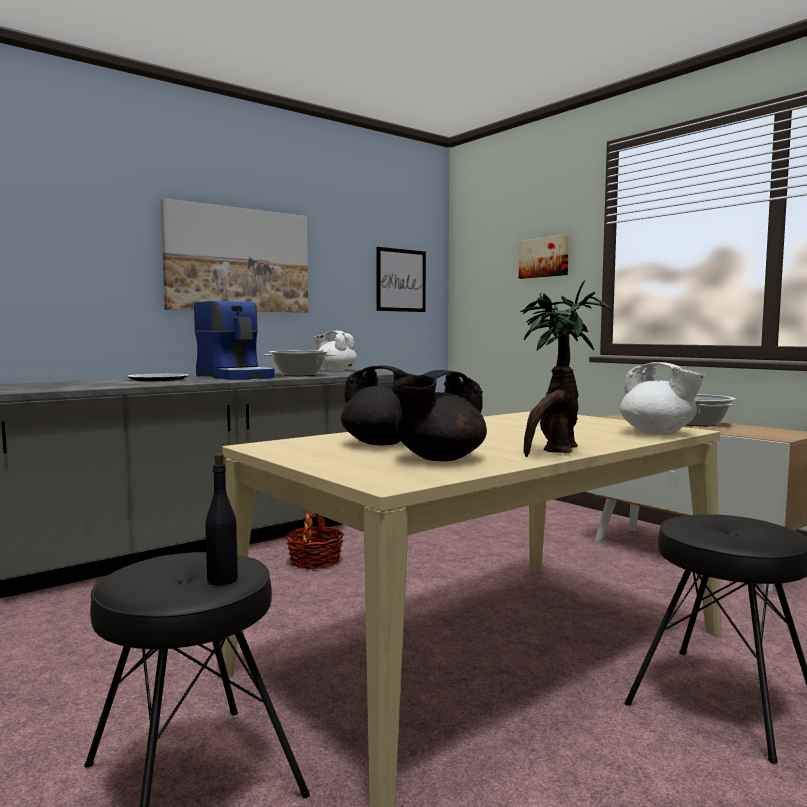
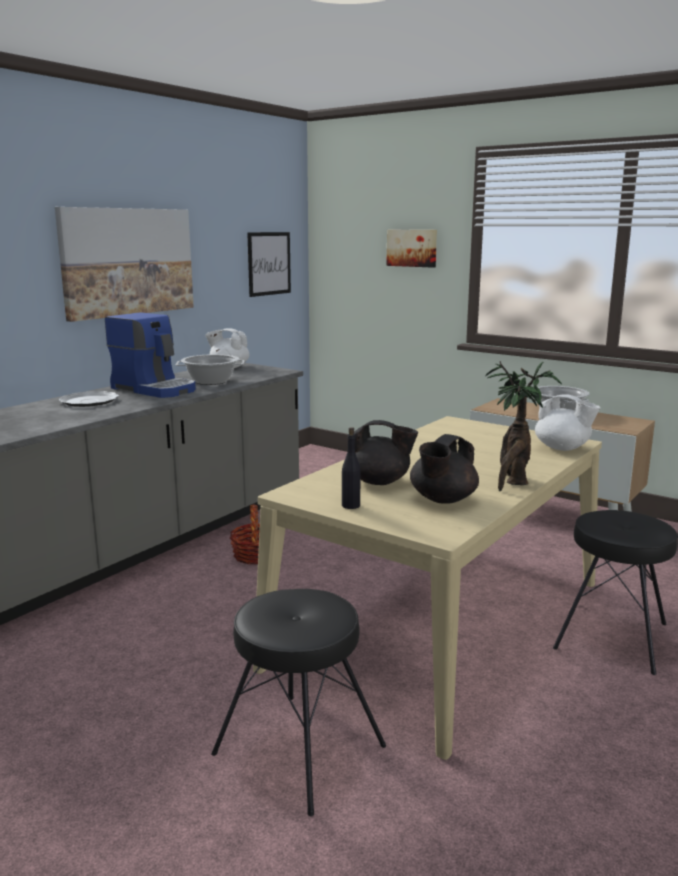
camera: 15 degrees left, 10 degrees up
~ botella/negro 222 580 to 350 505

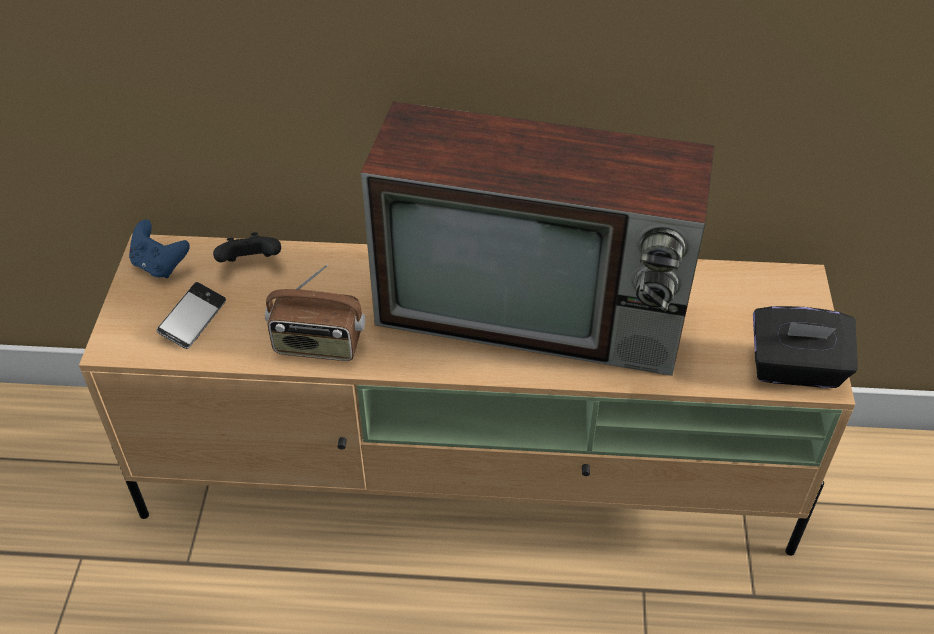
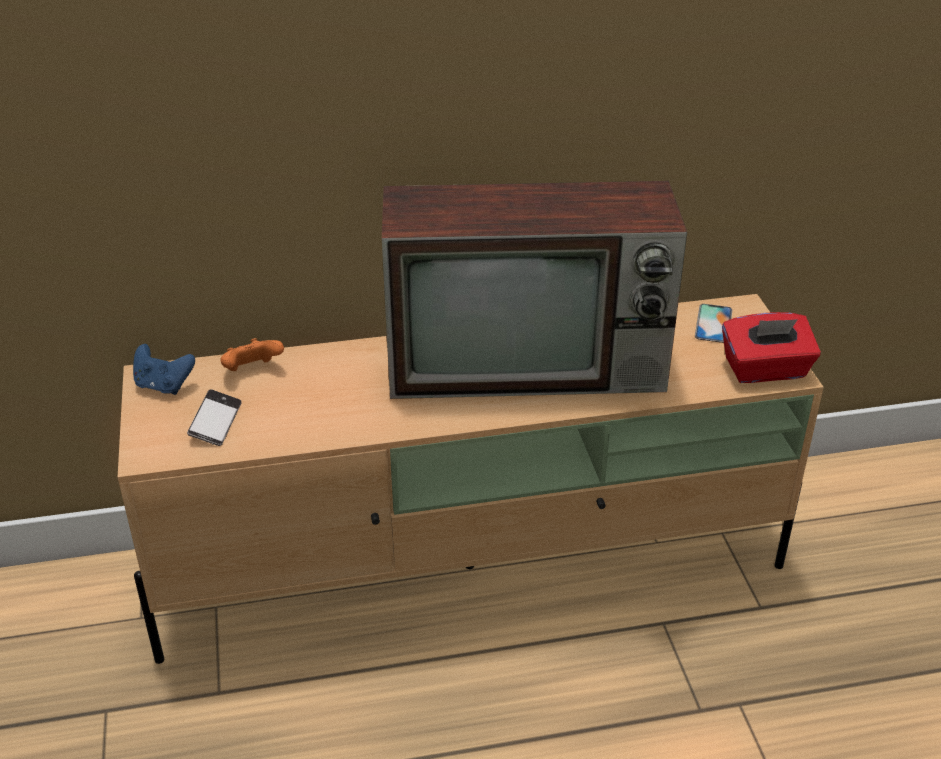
camera: 15 degrees left, 10 degrees down
~ mando de consola/negro 251 264 to mando de consola/naranja 252 371
+ móvil 713 323
~ caja de pañuelos/negro 795 369 to caja de pañuelos/rojo 765 370
- radio 318 345

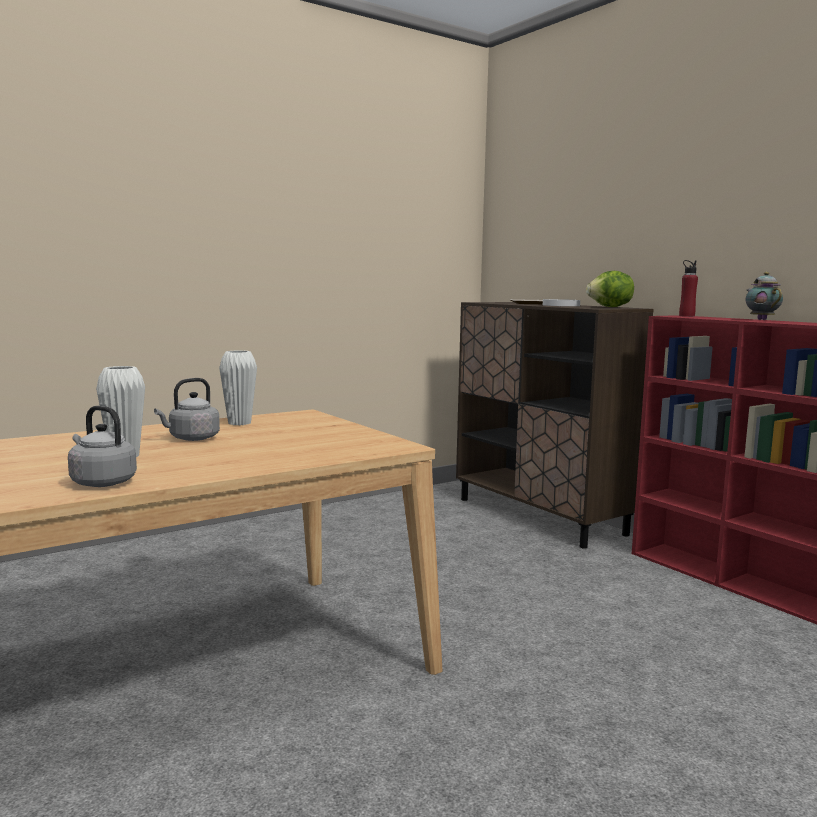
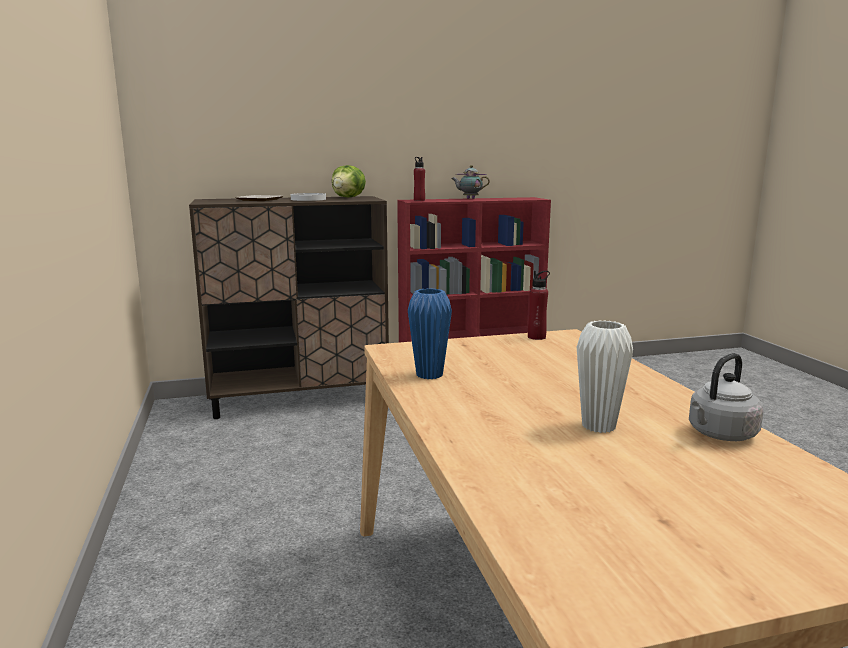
camera: 70 degrees left, 5 degrees up
~ florero/blanco 239 423 to florero/azul 429 375
+ botella/rojo 536 337
- hervidor/gris 191 438

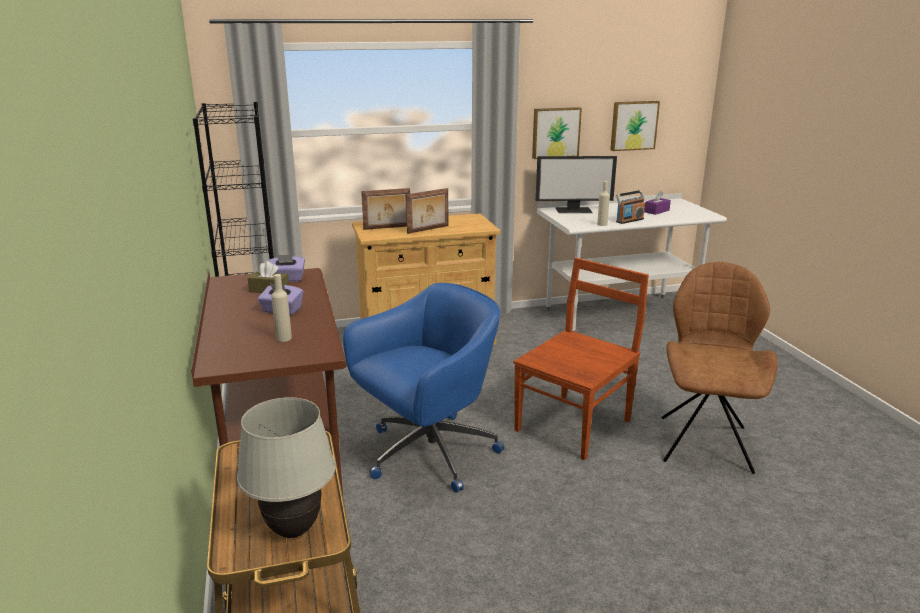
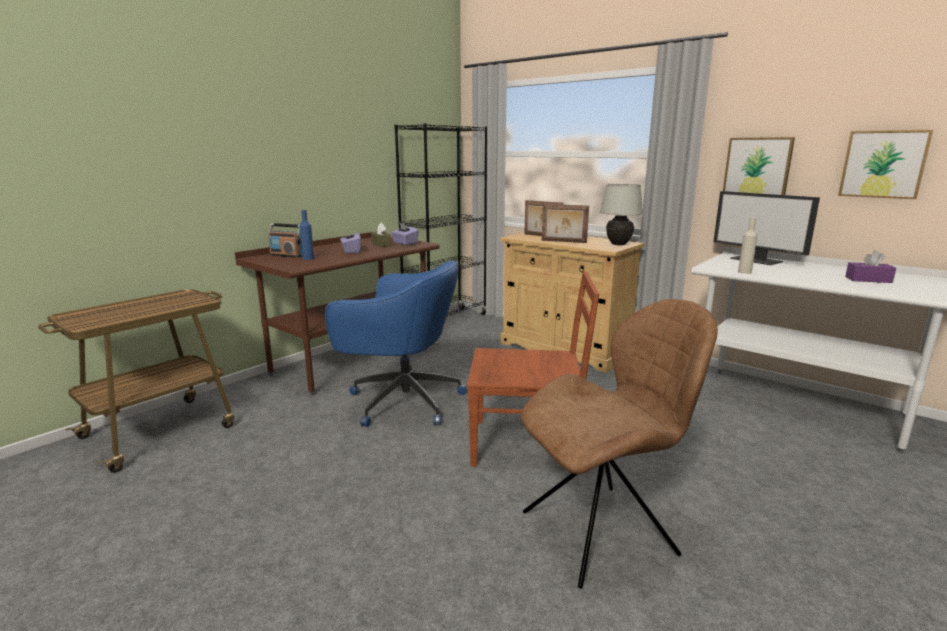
camera: 55 degrees right, 5 degrees down
~ radio 629 220 to 286 255
~ botella/beis 284 338 to botella/azul 308 258
~ lámpara de mesa/blanco 293 530 to 618 245

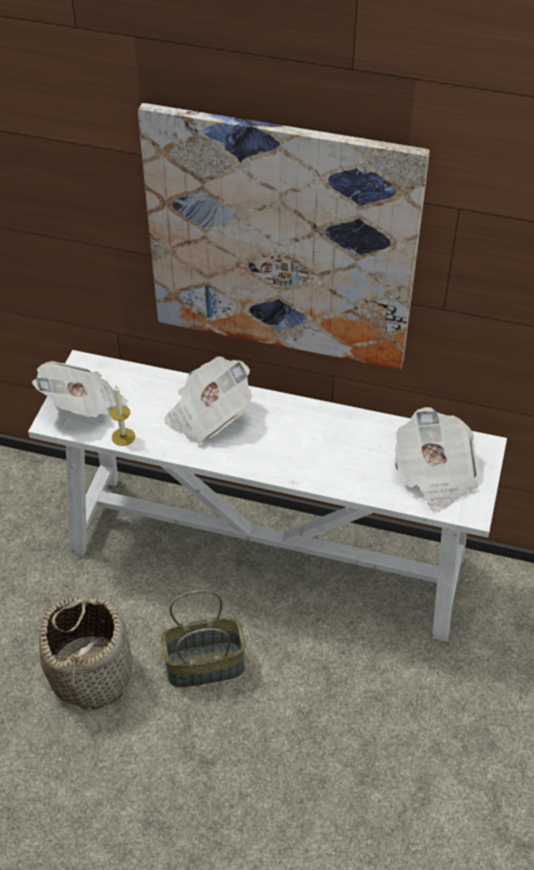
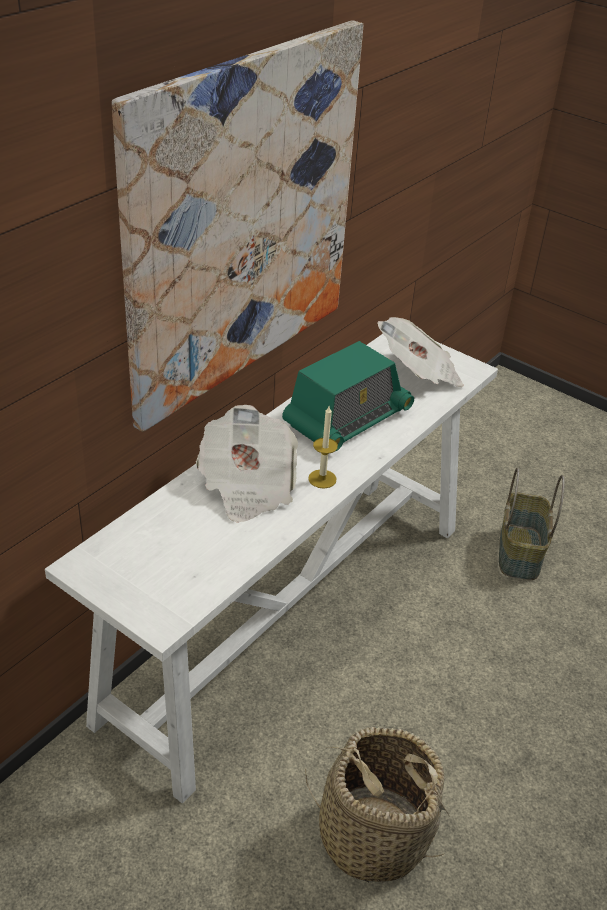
camera: 70 degrees left, 10 degrees down
+ radio 347 418
~ vela 123 437 to 322 479
~ cesta 205 664 to 518 551
- periódico 83 405

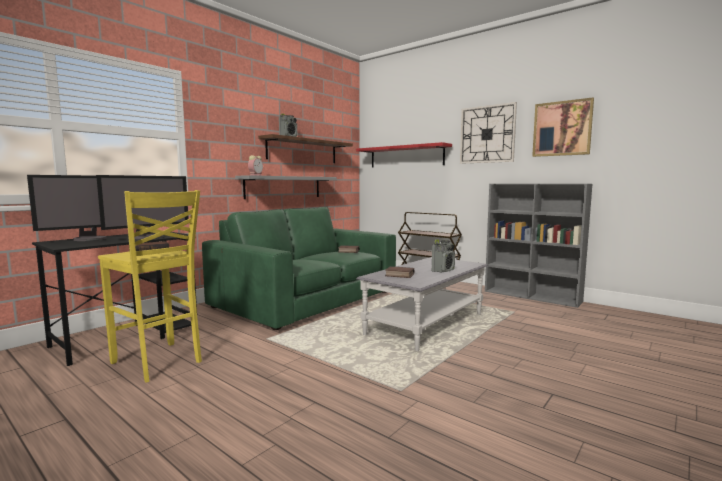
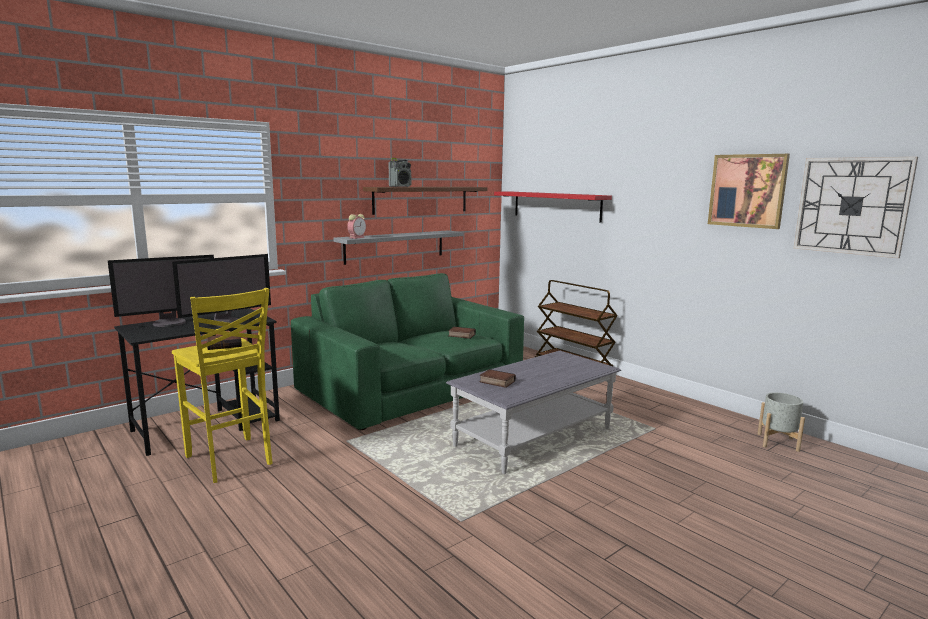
camera: 10 degrees right, 5 degrees up
+ maceta/gris 778 442
~ reloj de pared 487 134 to 851 206
- radio 443 270
- estantería/gris 532 296

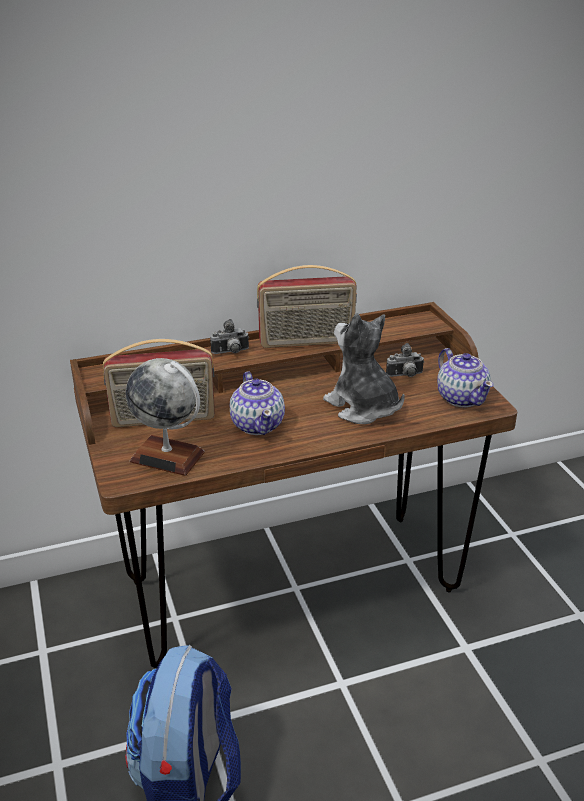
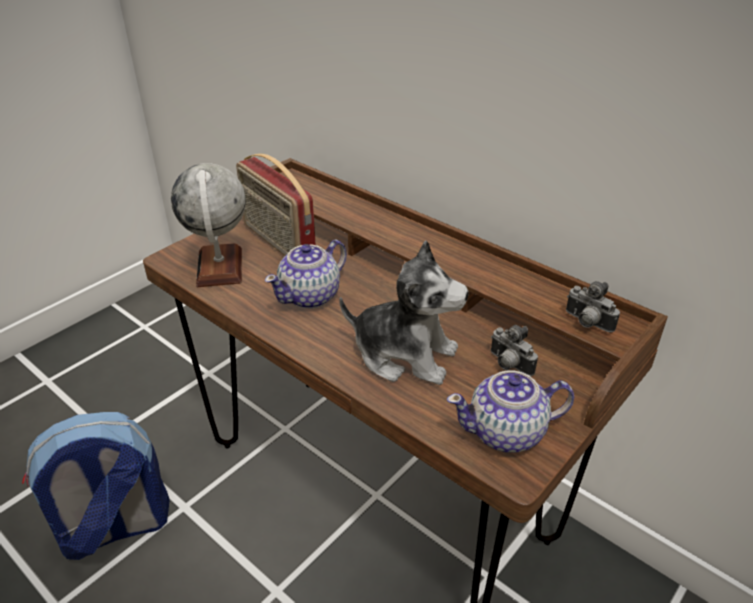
camera: 60 degrees right, 5 degrees up
~ peluche 363 407 = 405 354 90 degrees clockwise
~ tetera 461 397 = 507 433 45 degrees clockwise
~ cámara 230 352 to 586 323
- radio 306 342

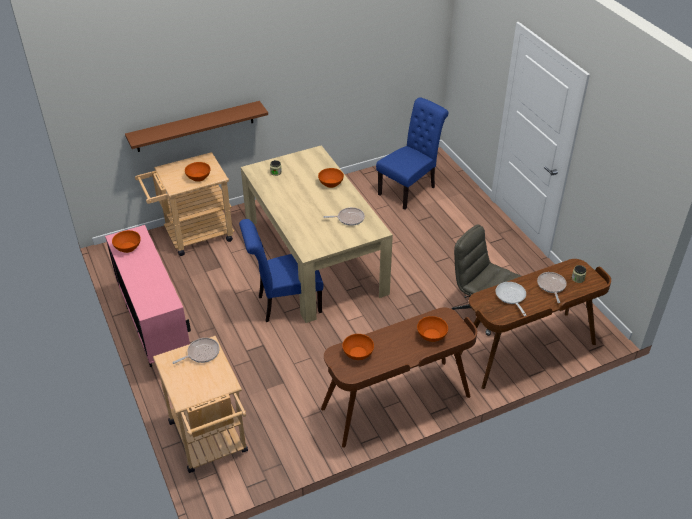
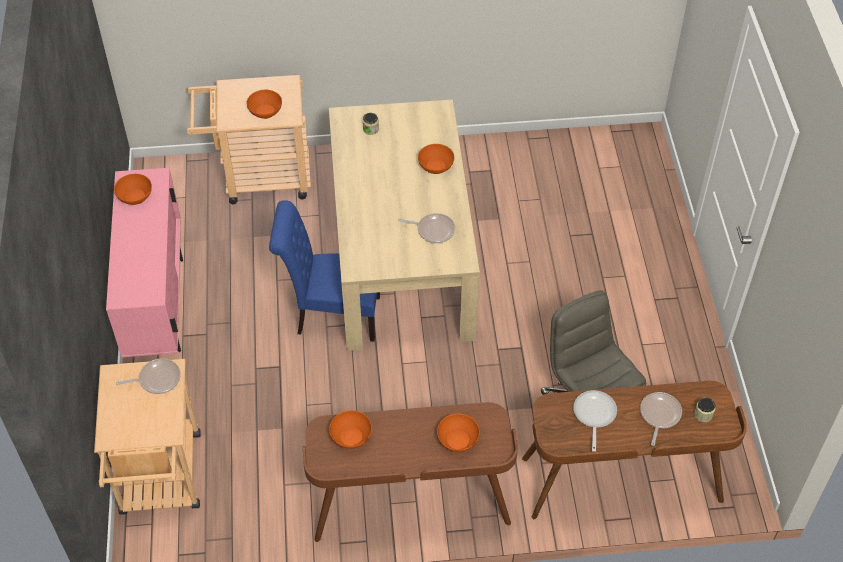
camera: 20 degrees right, 10 degrees up
- estante/marrón 195 126
- silla/azul 409 189

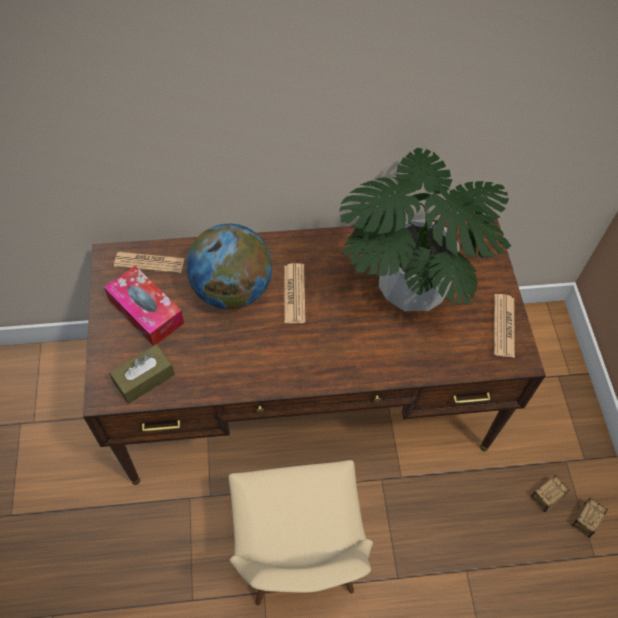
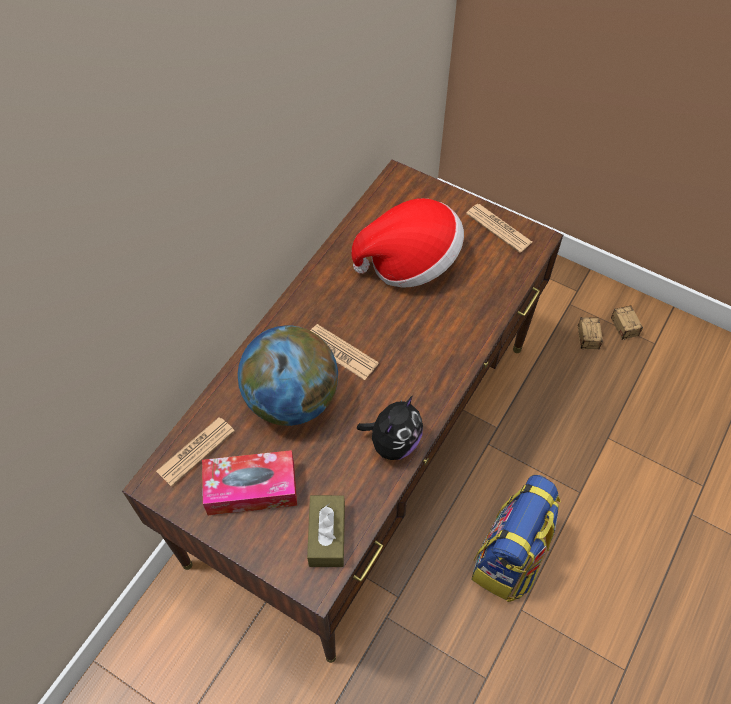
camera: 50 degrees left, 0 degrees up
~ planta en maceta 413 286 to sombrero 409 261
+ peluche 393 442
~ silla/beis 298 558 to mochila 509 559

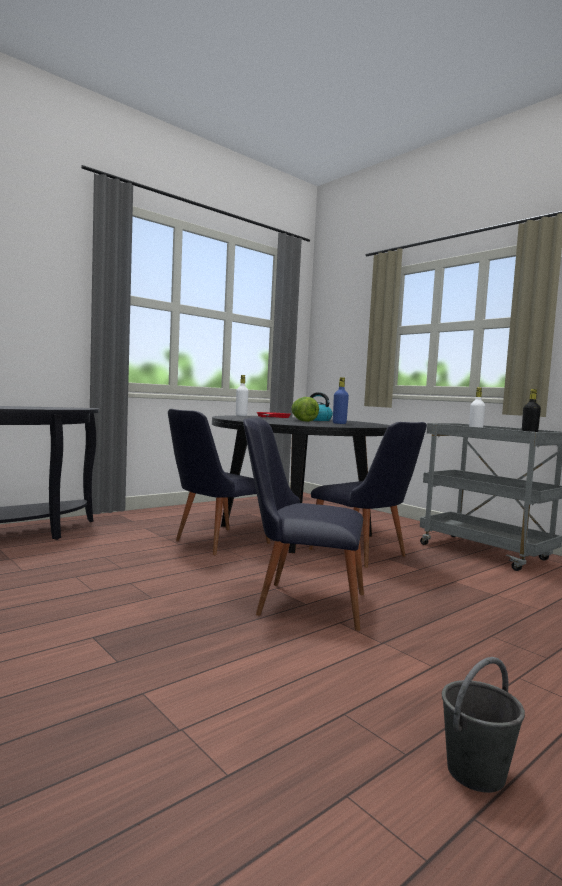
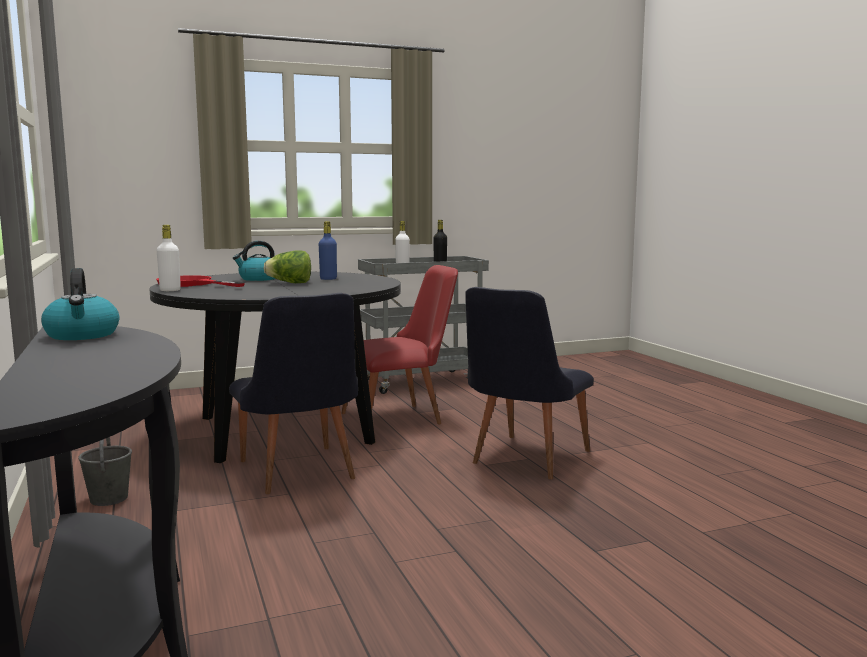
camera: 70 degrees left, 5 degrees up
+ hervidor 82 335
~ cubo/gris 476 772 to 109 498
~ silla/negro 364 555 to silla/rojo 401 418

